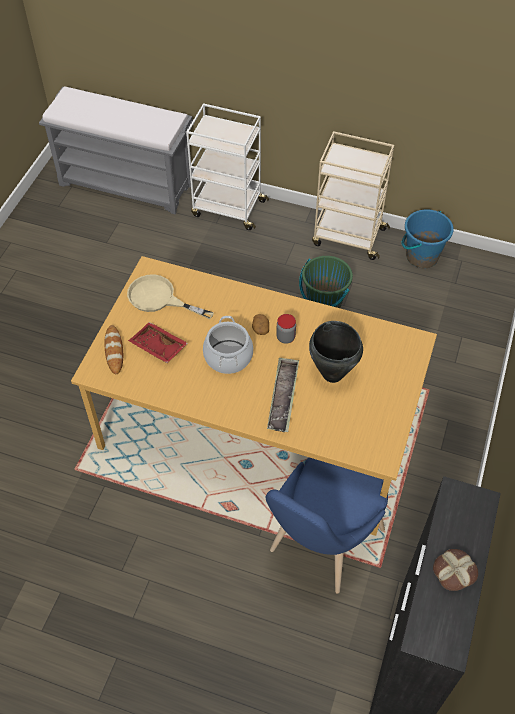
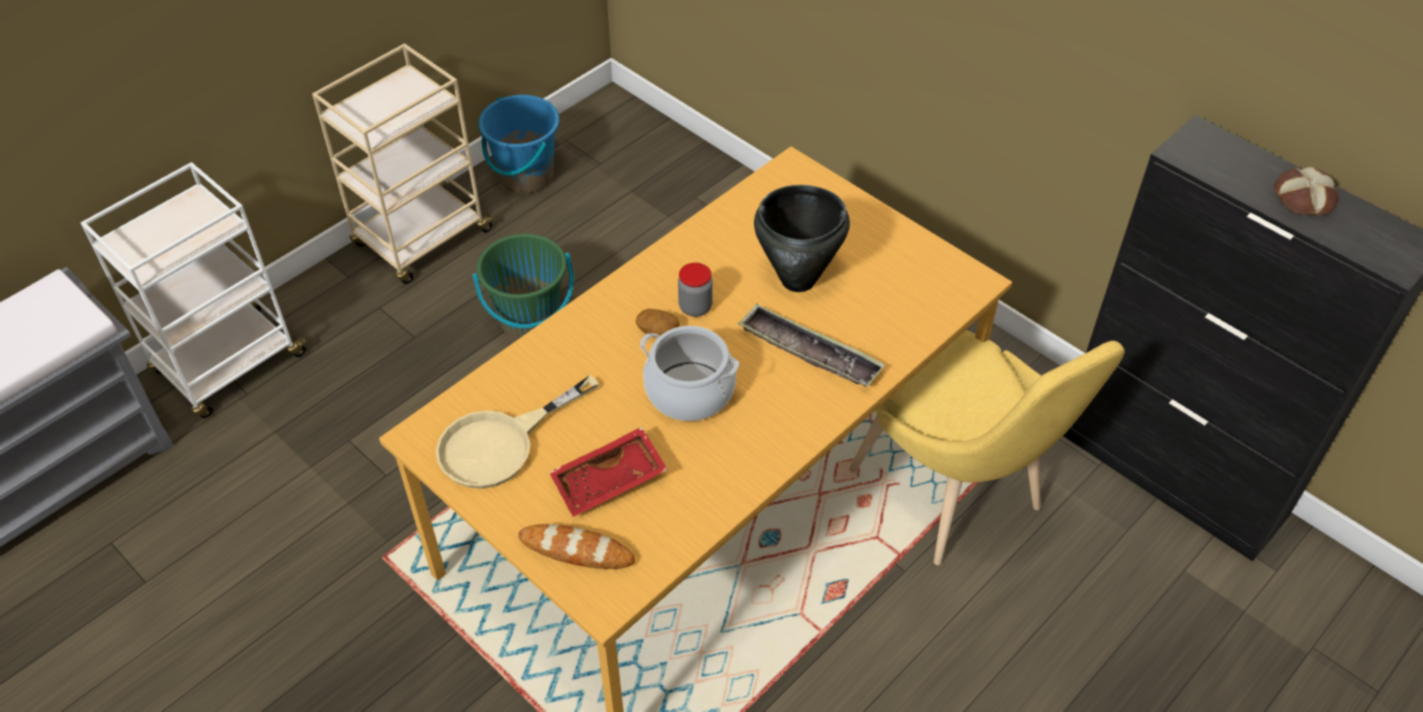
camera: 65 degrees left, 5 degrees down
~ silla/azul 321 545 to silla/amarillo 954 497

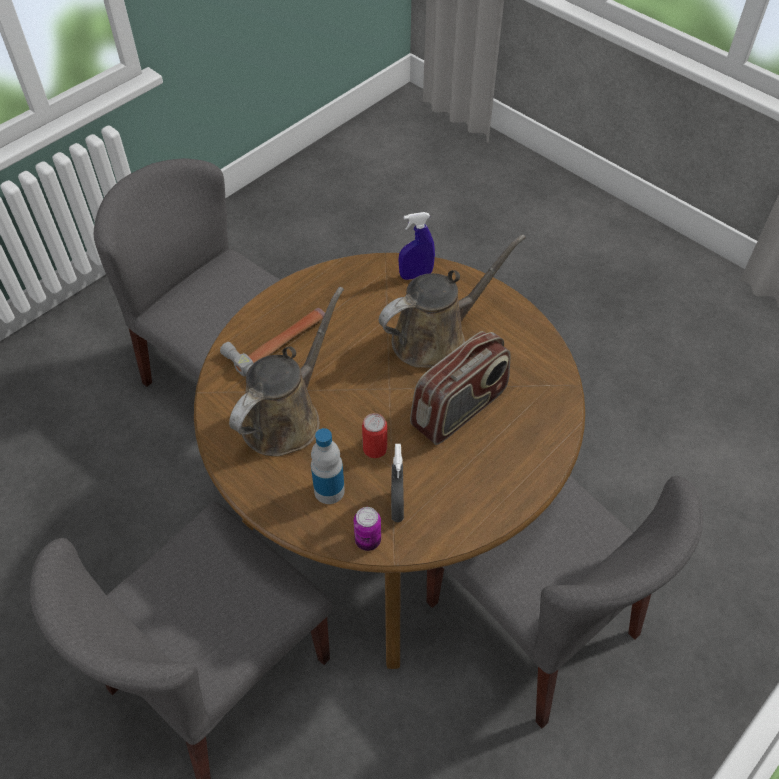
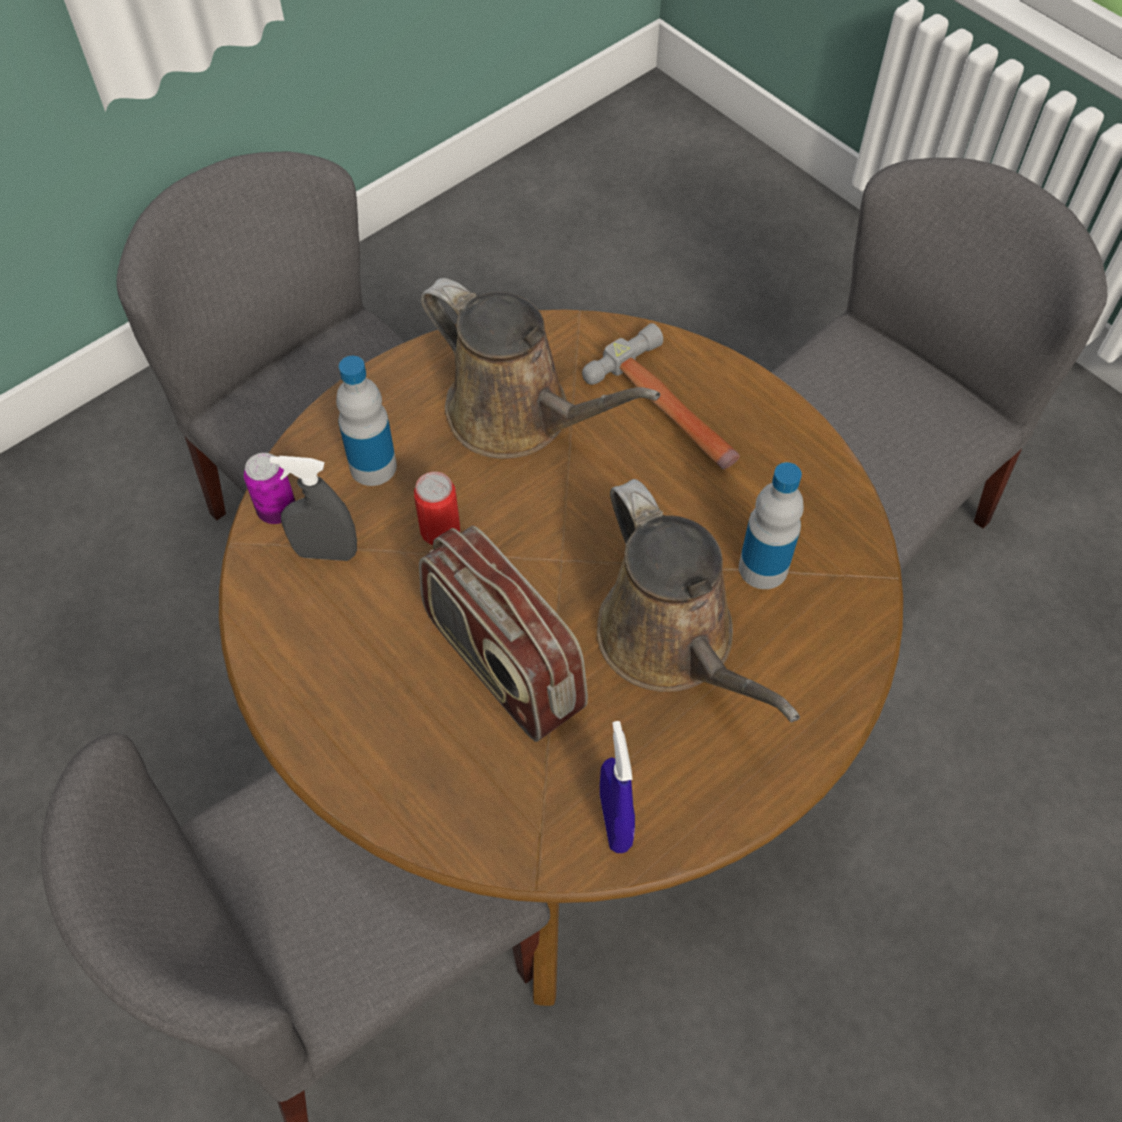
camera: 95 degrees right, 5 degrees up
~ pulverizador/azul 416 275 to 615 821
+ botella 763 568

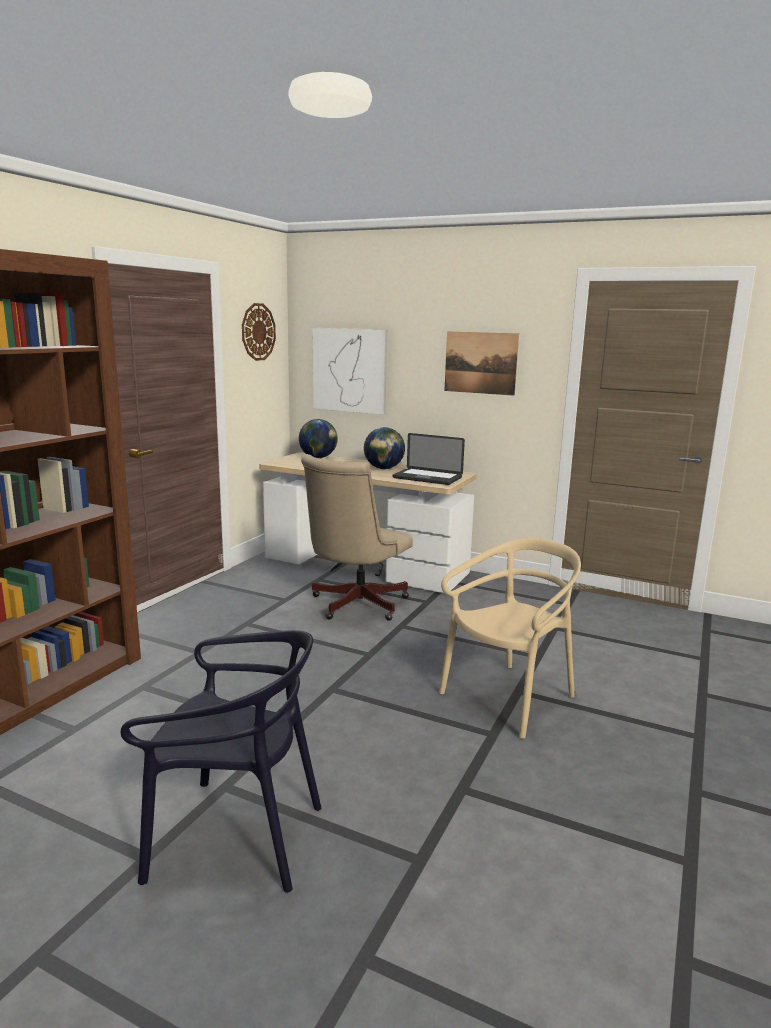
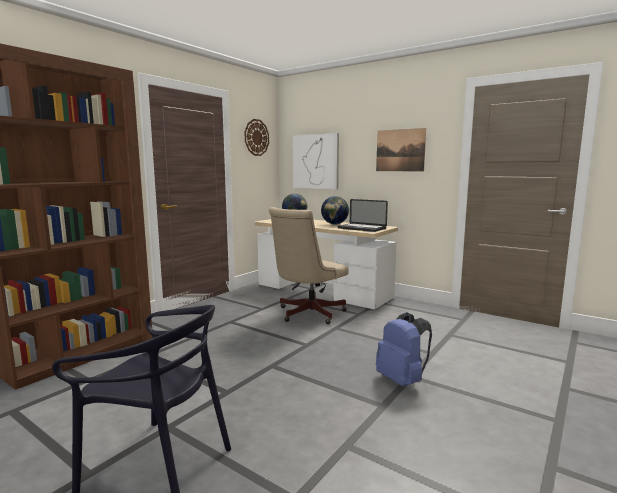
camera: 10 degrees right, 5 degrees down
~ silla/beis 509 698 to mochila/azul 402 380

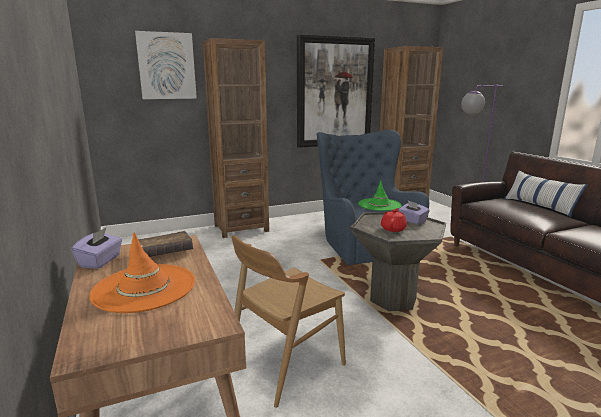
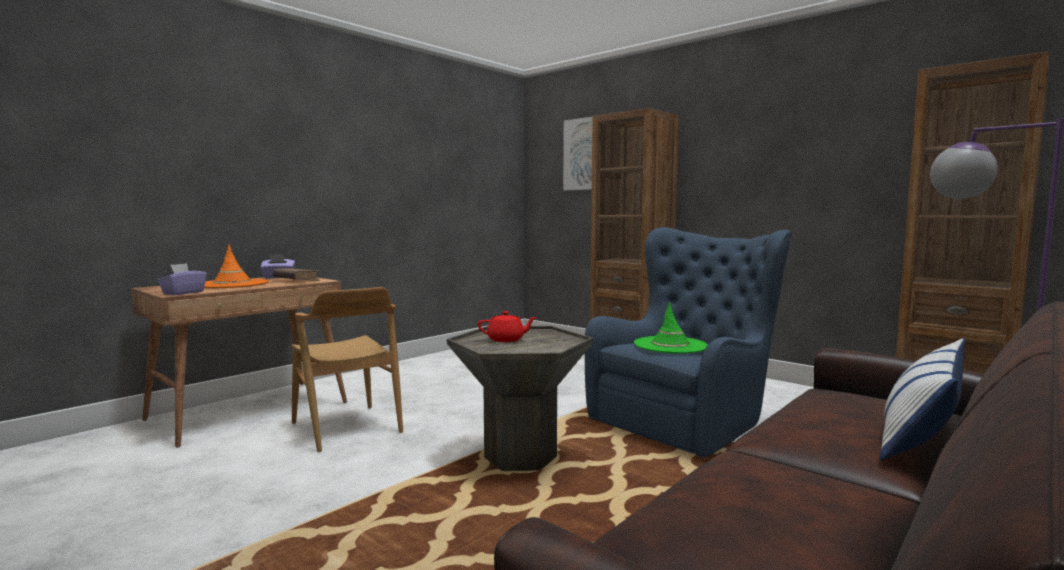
camera: 65 degrees right, 10 degrees down
~ caja de pañuelos/morado 412 221 to 183 293
~ silla/marrón 285 363 = 346 428 150 degrees counterclockwise
- cuadro 334 92

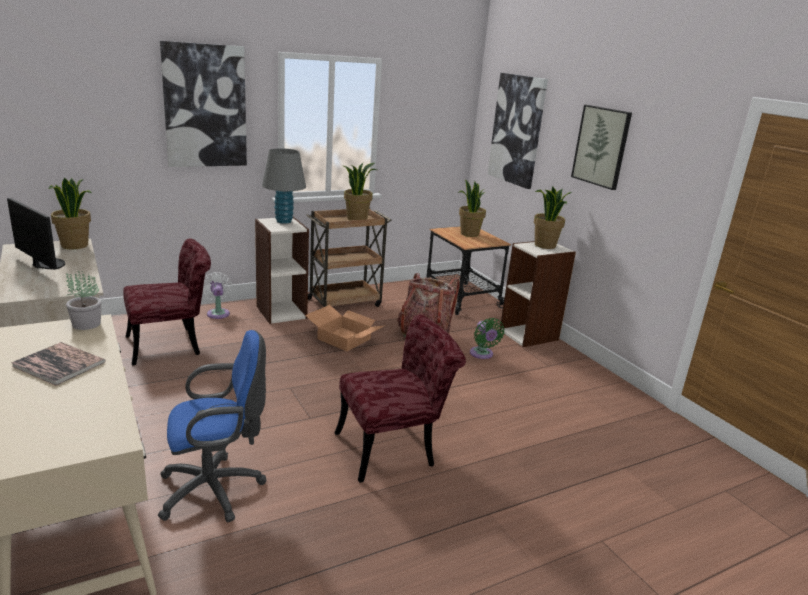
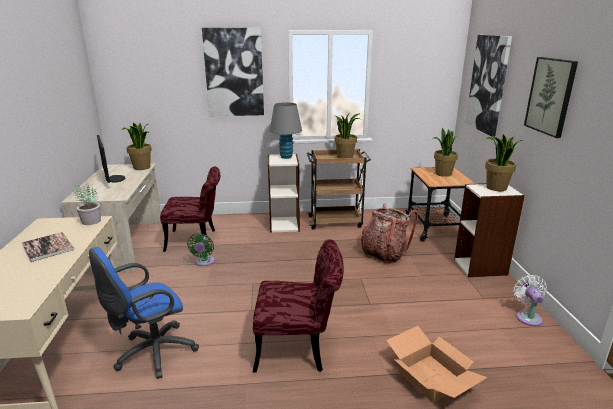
camera: 25 degrees right, 0 degrees up
~ silla de oficina/azul 216 489 = 152 353 135 degrees clockwise
~ ventilador/verde 482 354 to 204 262
~ caja de cartón 345 339 to 432 378
~ ventilador/blanco 218 313 to 527 316

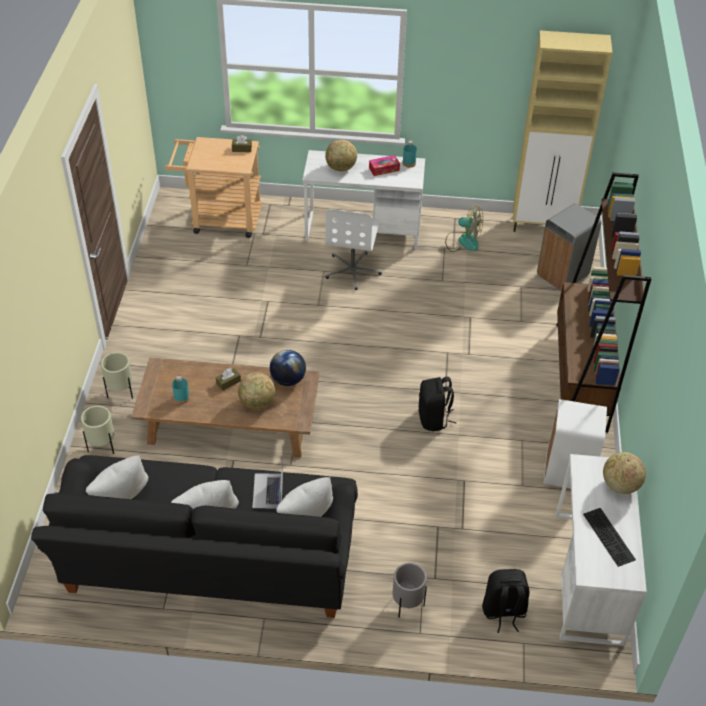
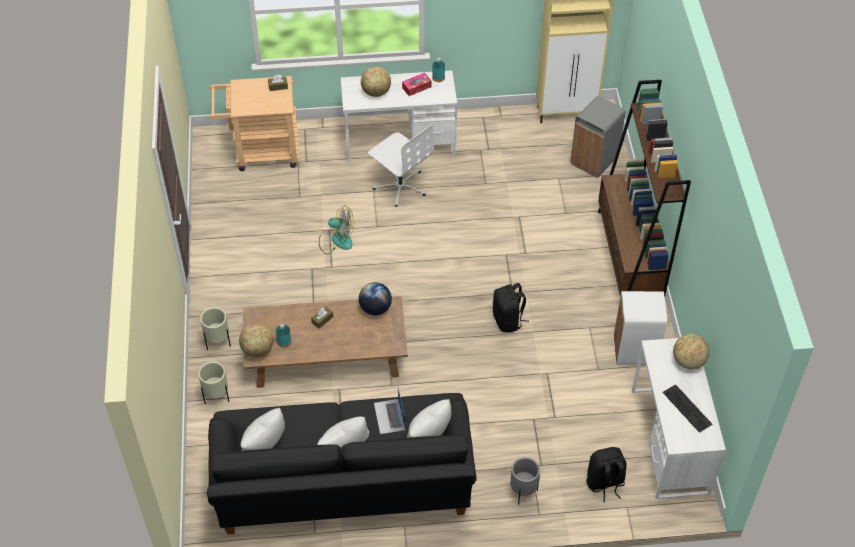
camera: 10 degrees left, 5 degrees up
~ globo terráqueo 257 403 to 258 350
~ ventilador 463 241 to 336 240
~ silla de oficina/blanco 353 270 = 400 186 45 degrees counterclockwise

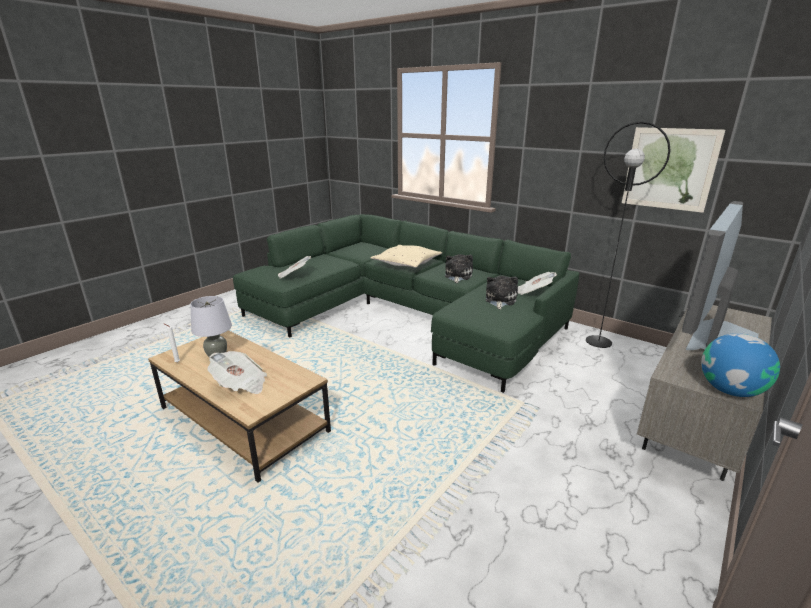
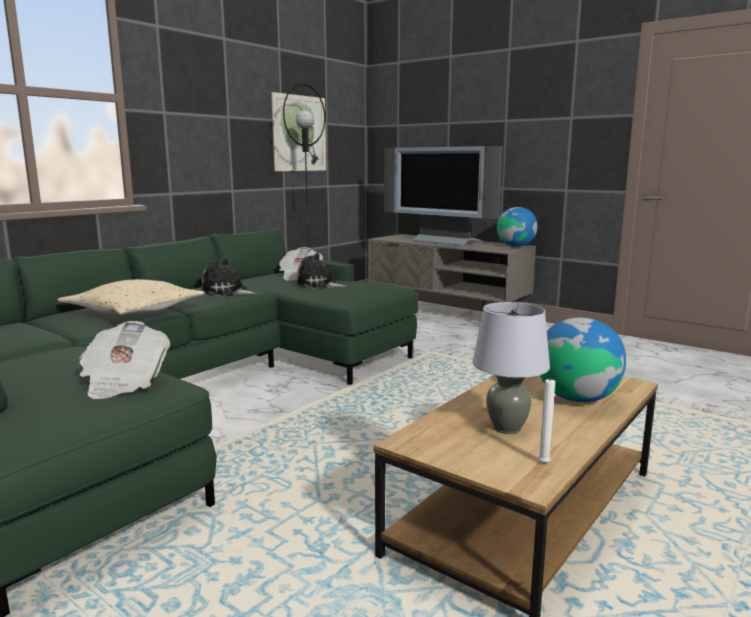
camera: 90 degrees left, 10 degrees down
~ periódico 240 384 to globo terráqueo 577 398

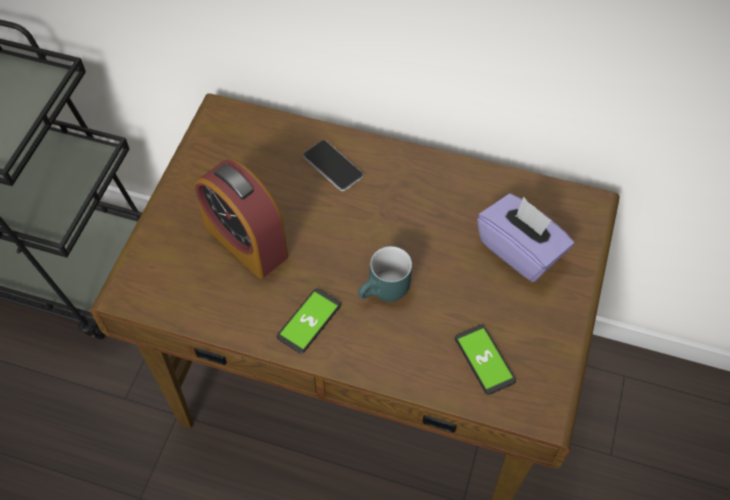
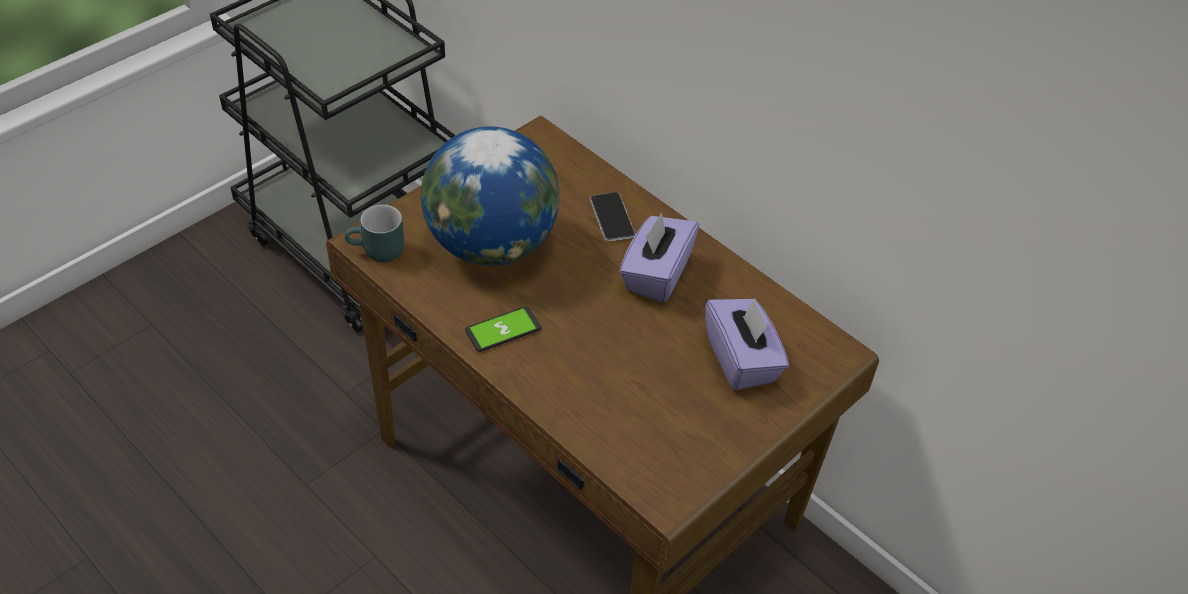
camera: 25 degrees right, 10 degrees down
~ taza grande/turquesa 386 292 to 377 252
~ despertador 246 241 to globo terráqueo 492 244
+ caja de pañuelos/morado 656 274
- móvil 484 359

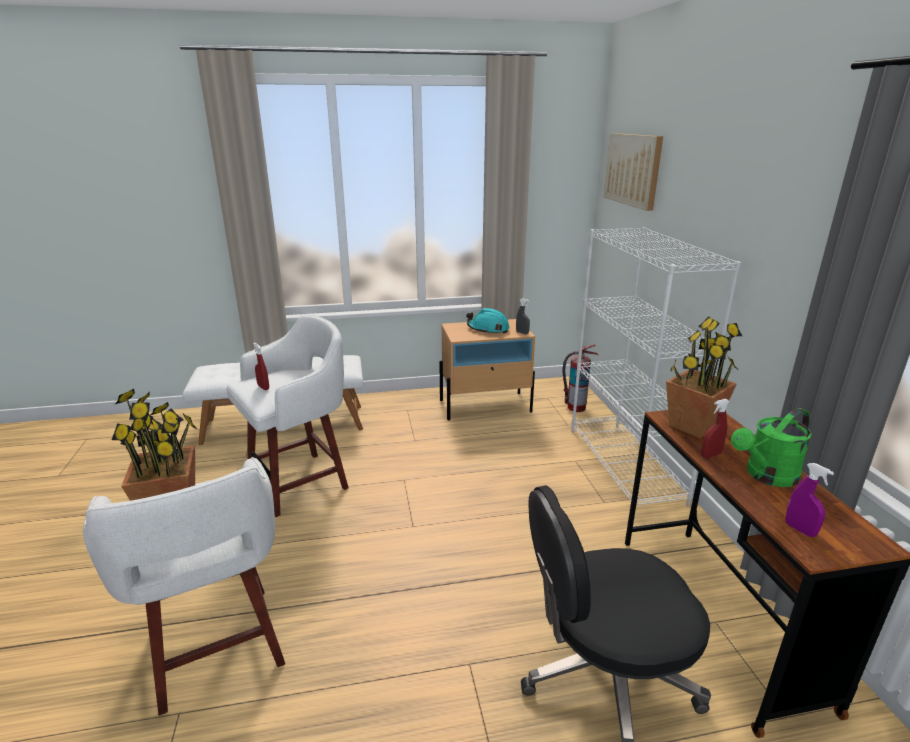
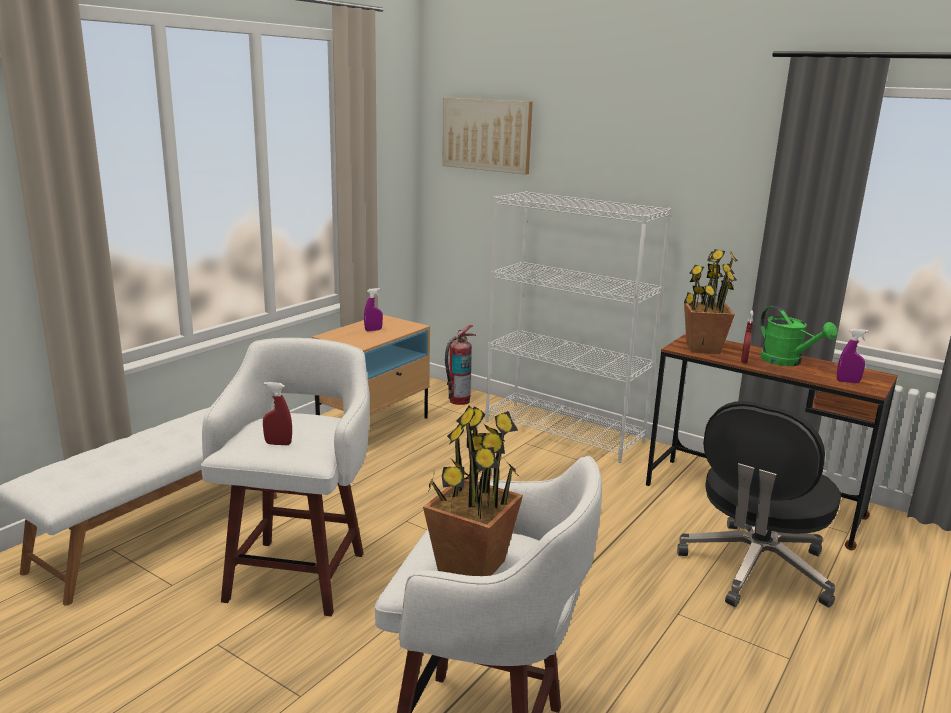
camera: 45 degrees left, 5 degrees down
~ casco/turquesa 488 329 to pulverizador/morado 373 330
~ regadera/verde 766 476 = 787 362 45 degrees counterclockwise
- pulverizador/gris 522 333

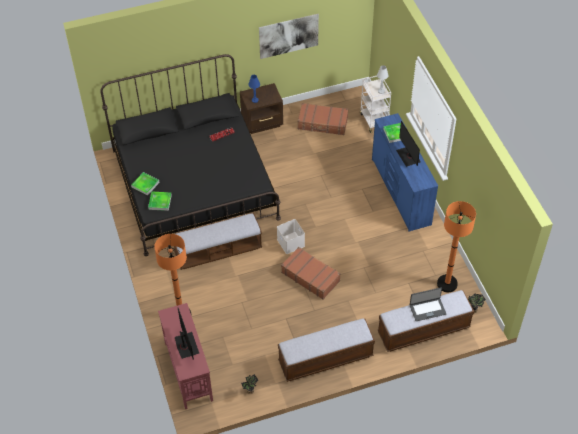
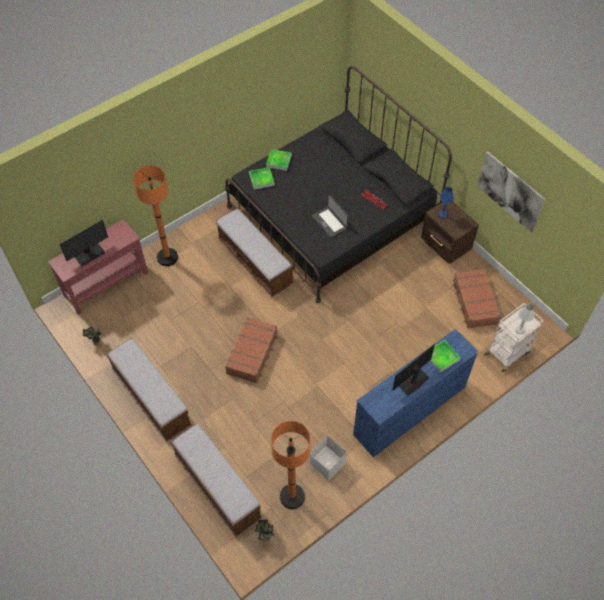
camera: 70 degrees right, 5 degrees up
~ caja de almacenaje/blanco 290 242 to 327 462
~ portátil 427 309 to 330 222

